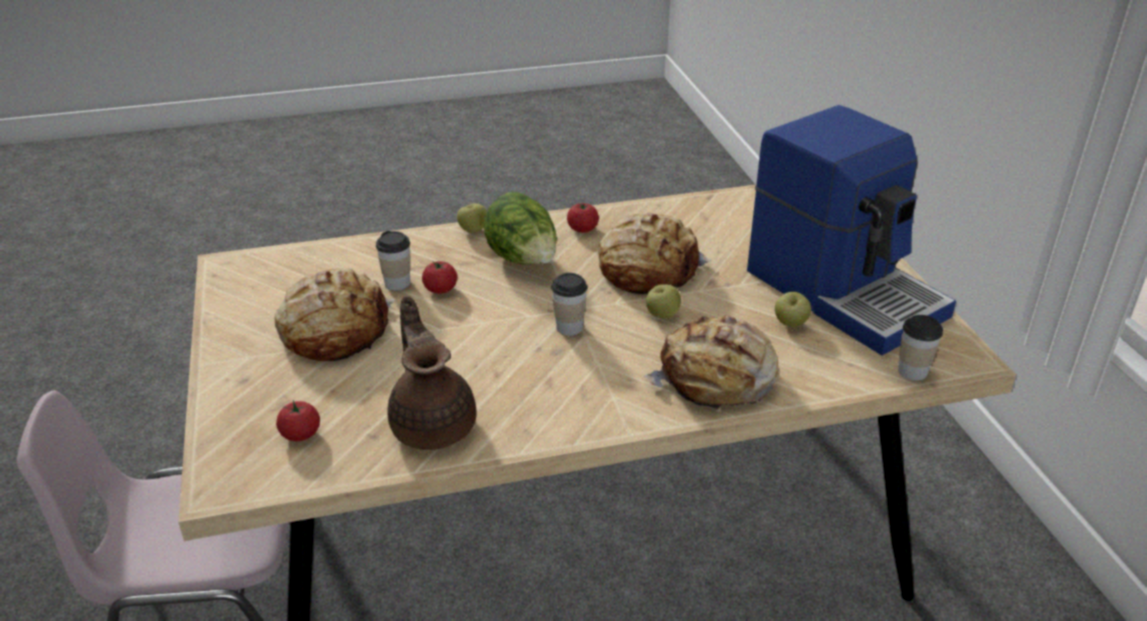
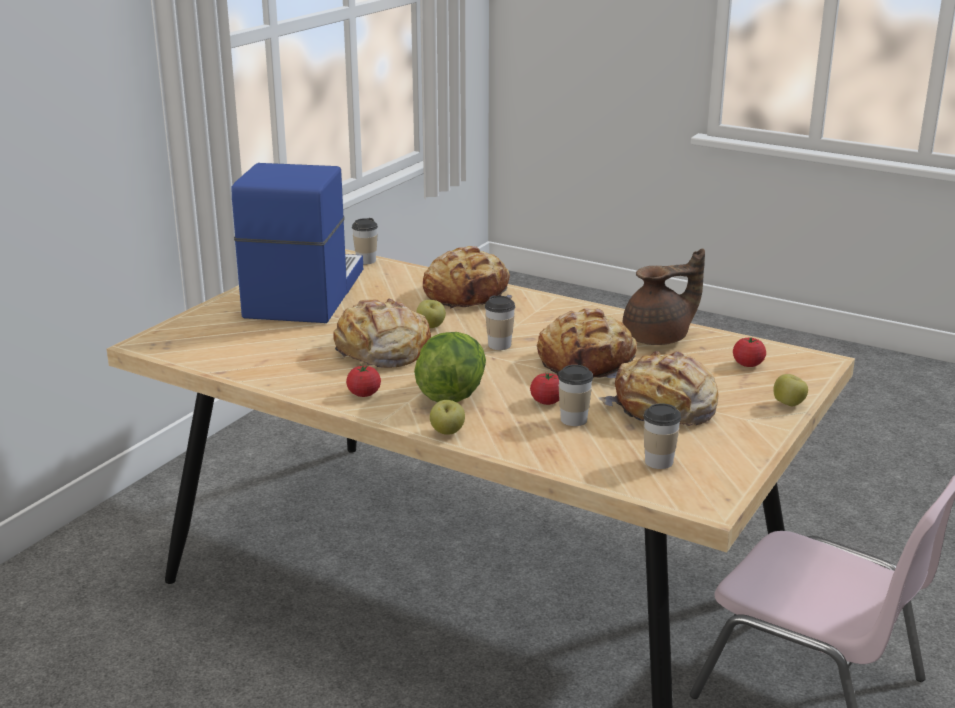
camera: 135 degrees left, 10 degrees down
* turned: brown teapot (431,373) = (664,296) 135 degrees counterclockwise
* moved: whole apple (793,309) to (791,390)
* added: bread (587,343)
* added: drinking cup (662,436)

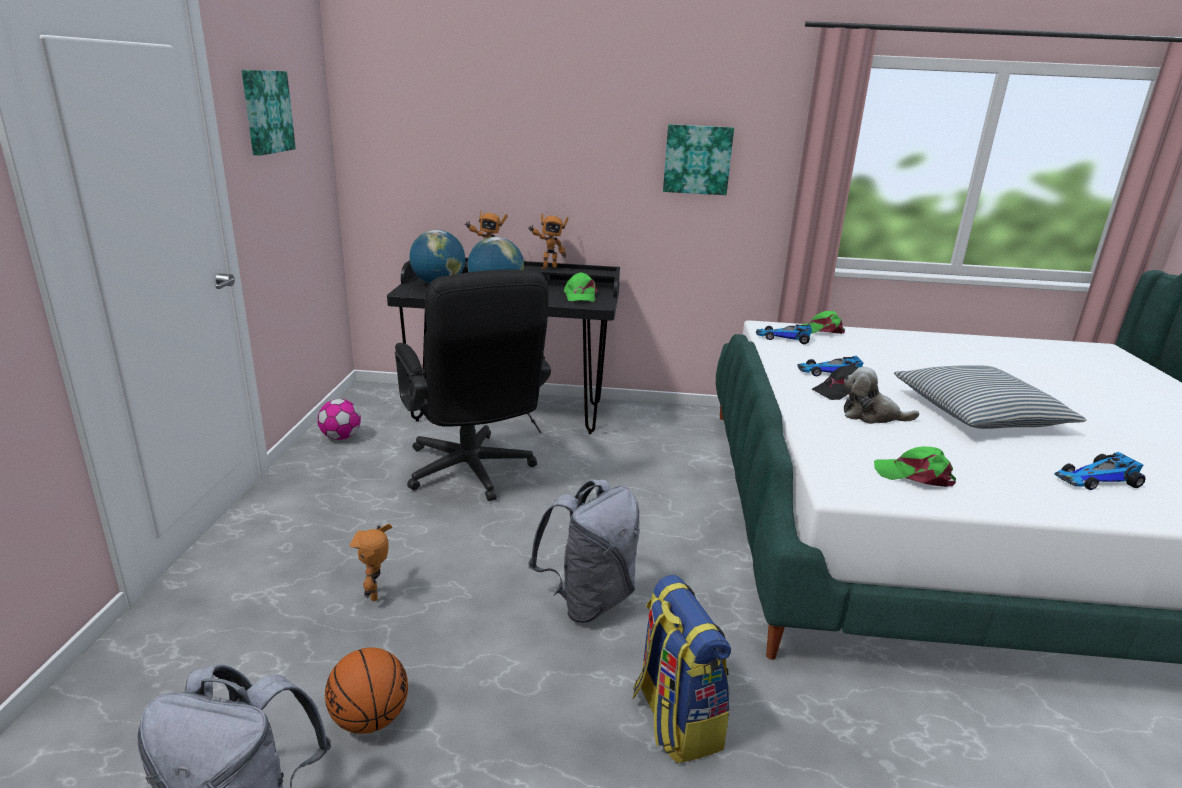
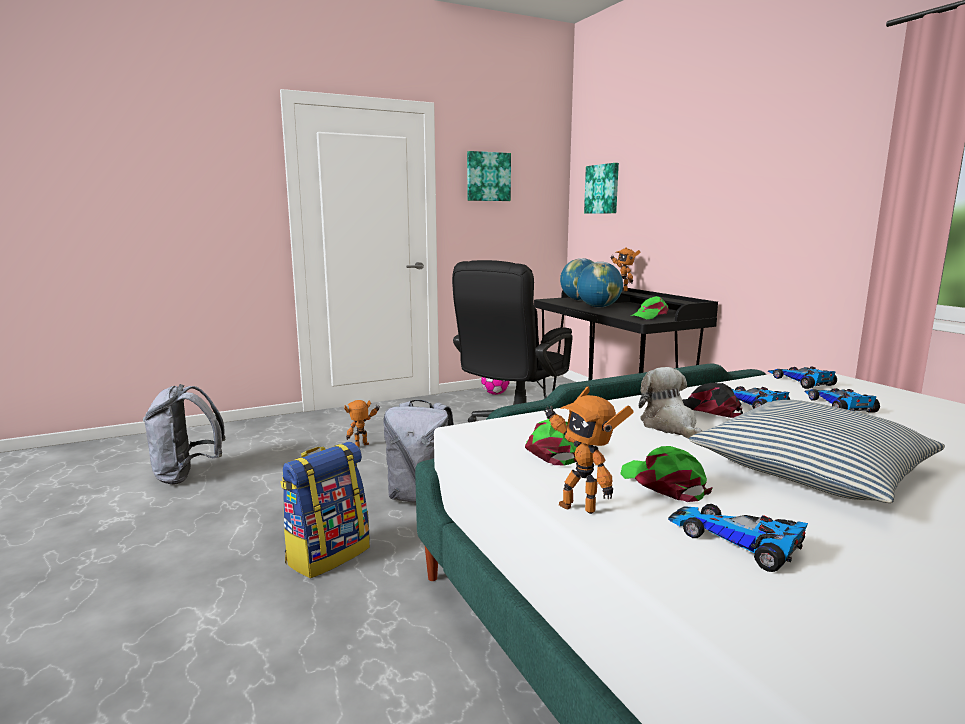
camera: 60 degrees right, 10 degrees down
* removed: ball for basketball (366,691)
* moved: model robot (548,241) to (589,450)
* moved: picture (698,159) to (601,188)
* moved: green-coloured cap (823,322) to (666,474)
* added: toy car (842,400)

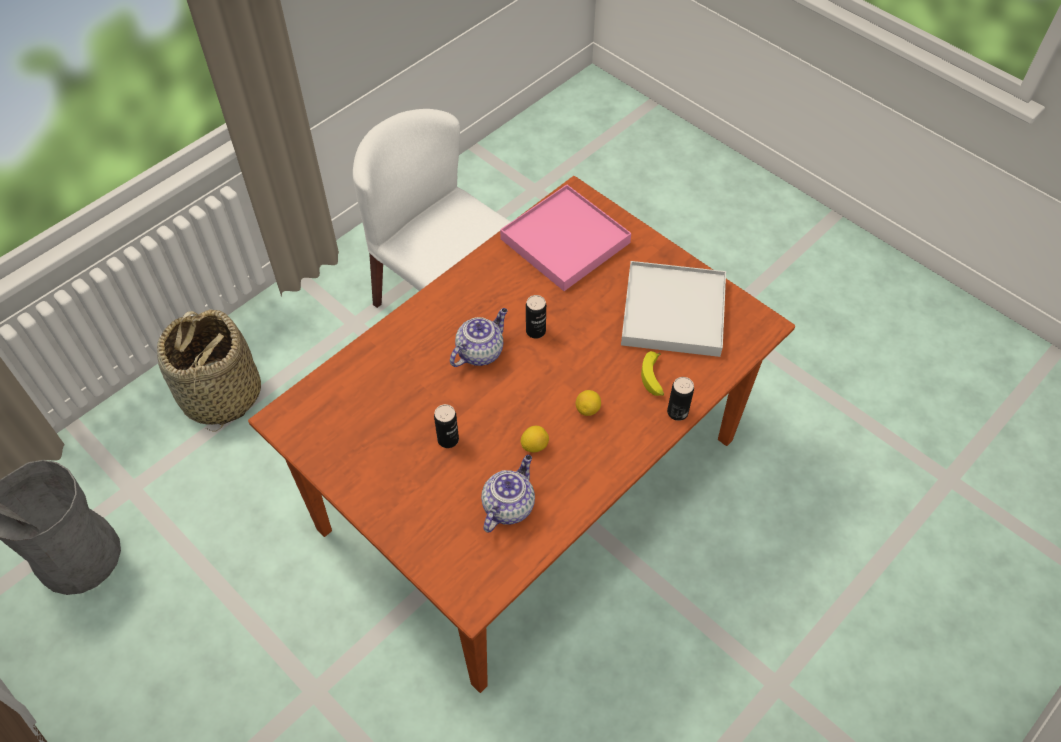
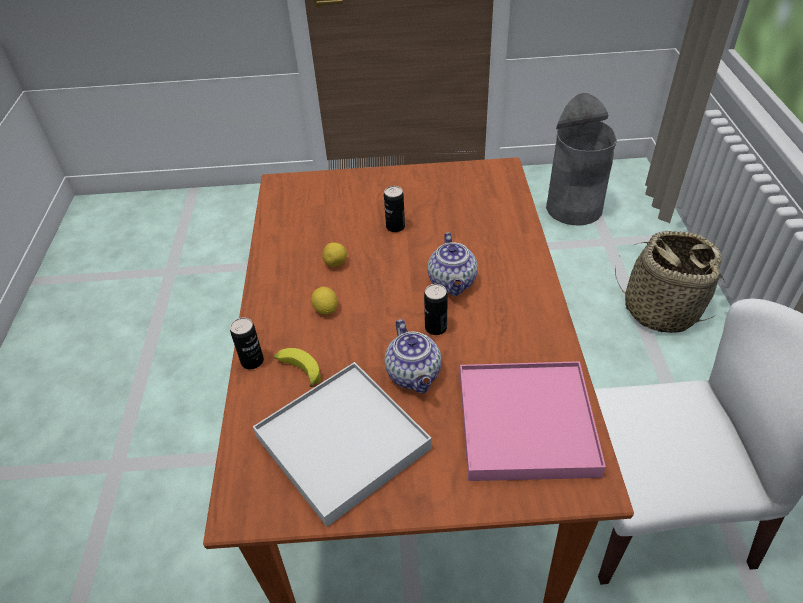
camera: 135 degrees right, 10 degrees down
* moved: teapot (508,494) to (413,356)

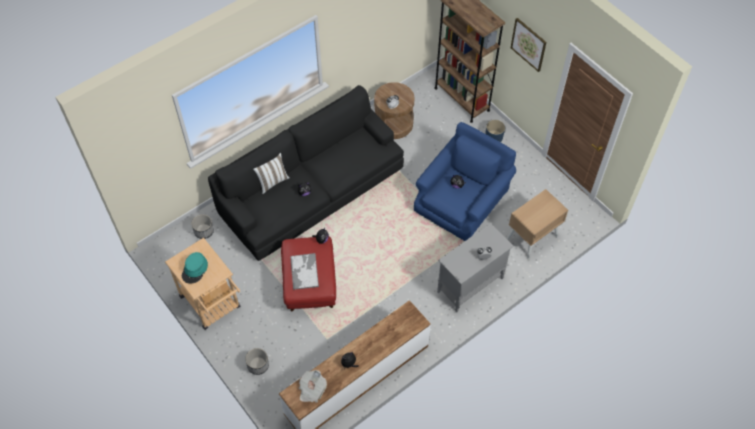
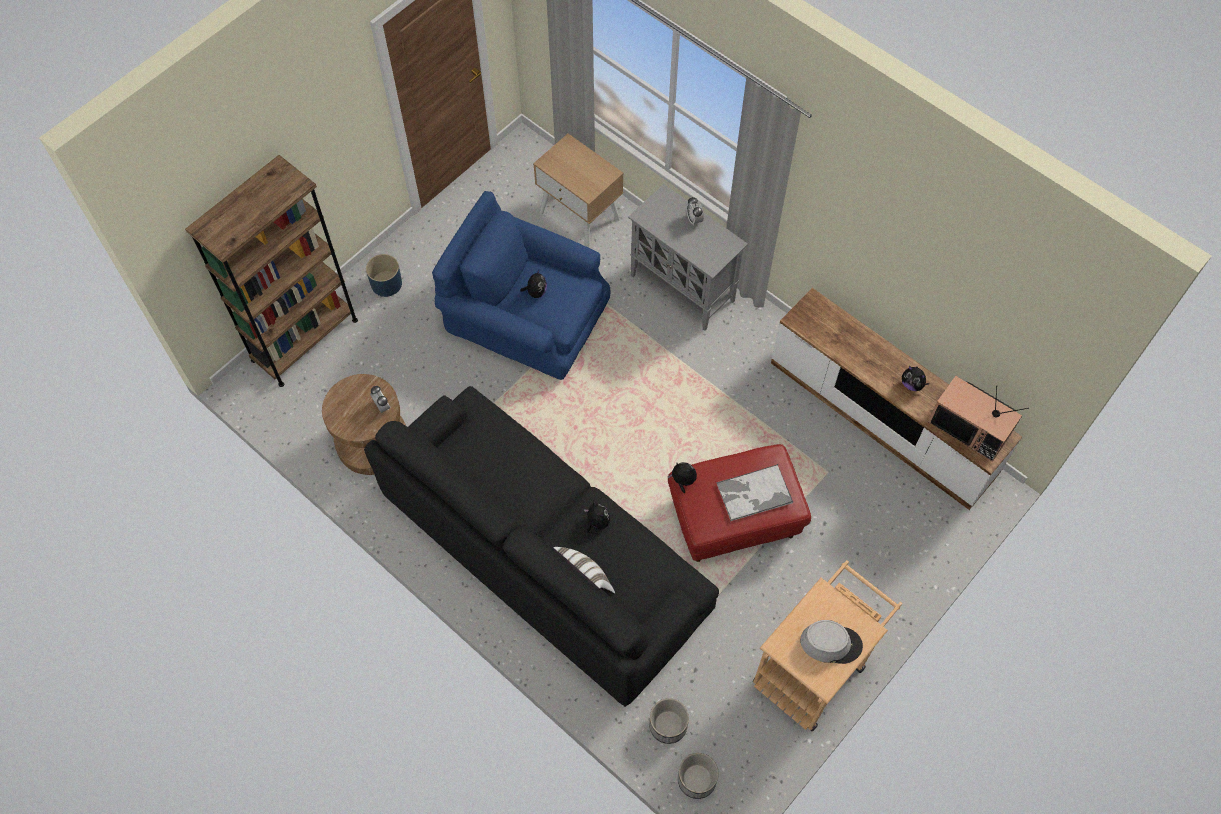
camera: 100 degrees left, 5 degrees up
* recoloured: blue-green hat (195,268) to greyish hat (831,642)
* moved: plant pot (257,361) to (698,776)
* replaced: newspaper (313,386) to TV (978,419)
* removed: picture (529,45)

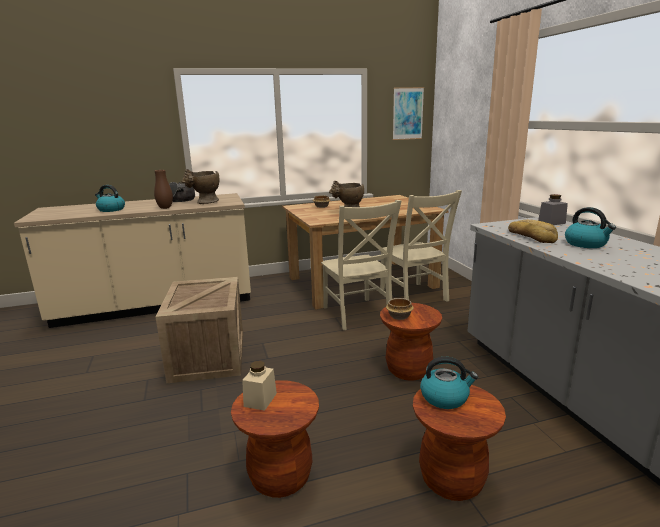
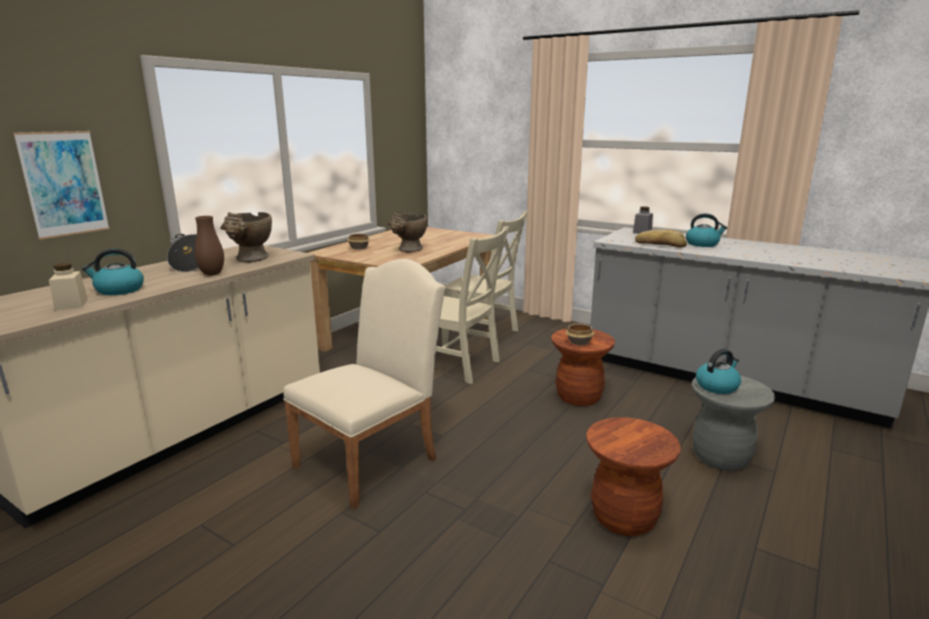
camera: 40 degrees left, 0 degrees up
* replaced: shipping crate (199,330) to sand-coloured upright chair (364,384)
* moved: sand-coloured preserve jar (259,386) to (68,287)
* moved: picture (408,113) to (61,185)
* recoloured: brown stool (459,443) to greyish stool (733,423)

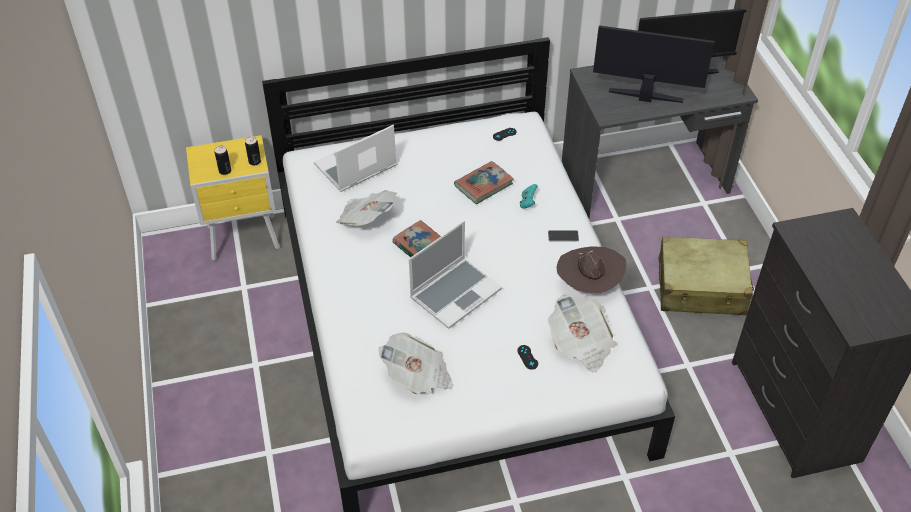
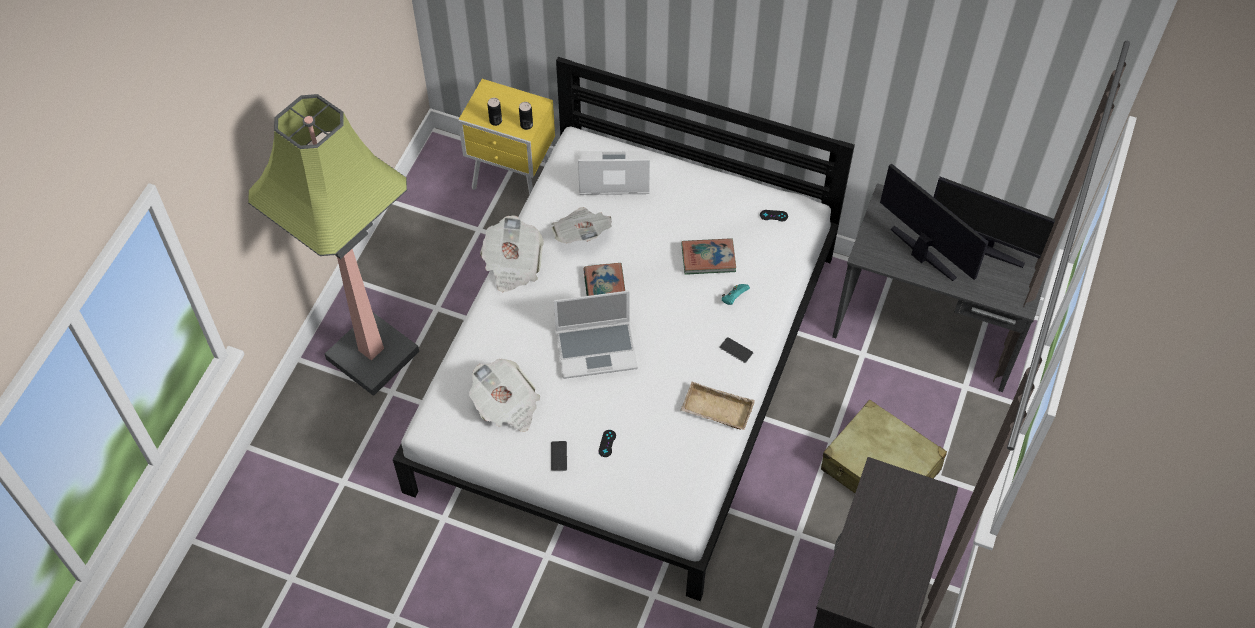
camera: 35 degrees right, 10 degrees up
* moved: newspaper (582,333) to (512,254)
* replaced: brown hat (591,269) to sand-coloured carrying tray (718,406)
* added: standard lamp (333,245)
* added: telephone (559,456)

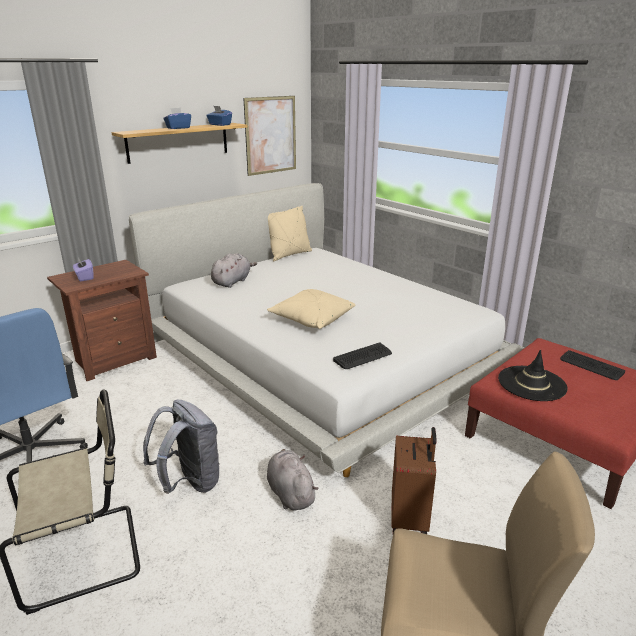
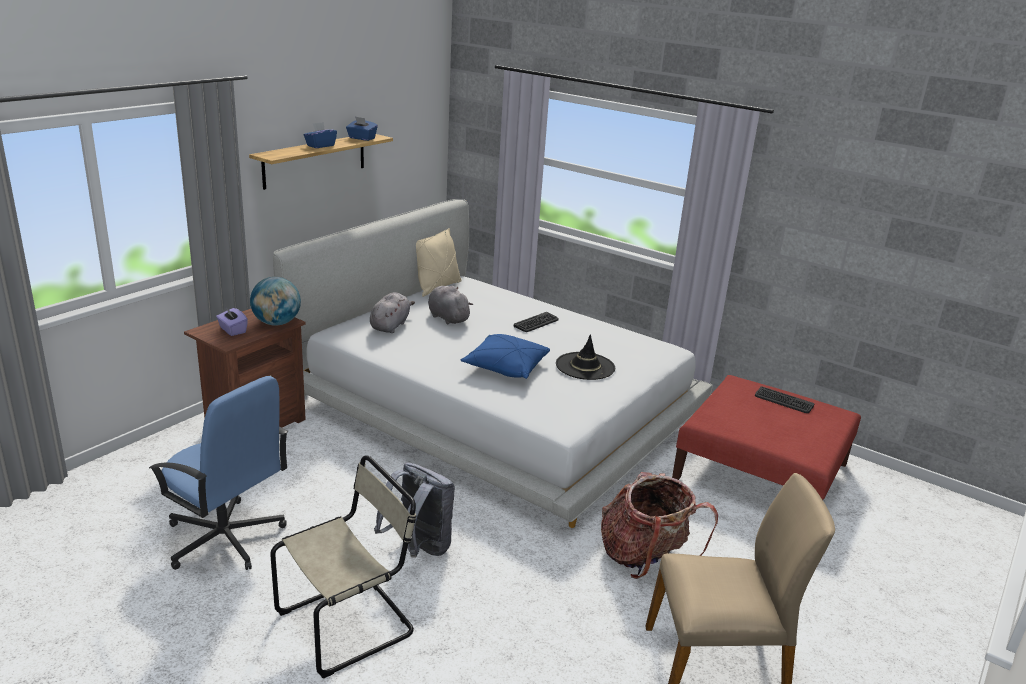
camera: 15 degrees left, 0 degrees up
* removed: picture (269,136)
* recoloured: sand-coloured pillow (311,309) to blue-coloured pillow (505,356)
* moved: greyish soft toy (292,480) to (450,305)
* moved: keyboard (362,356) to (536,322)
* replaced: brown piece of luggage (414,480) to rucksack (659,525)
* moved: blackish hat (533,375) to (585,357)
* added: world globe (275,301)

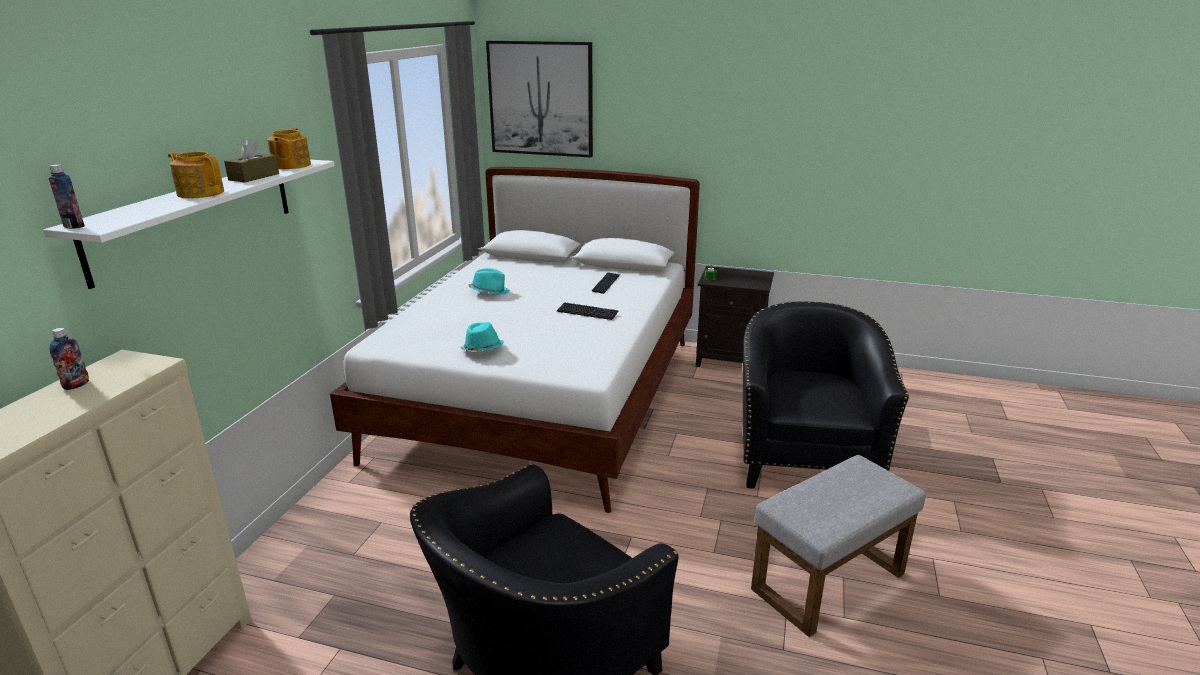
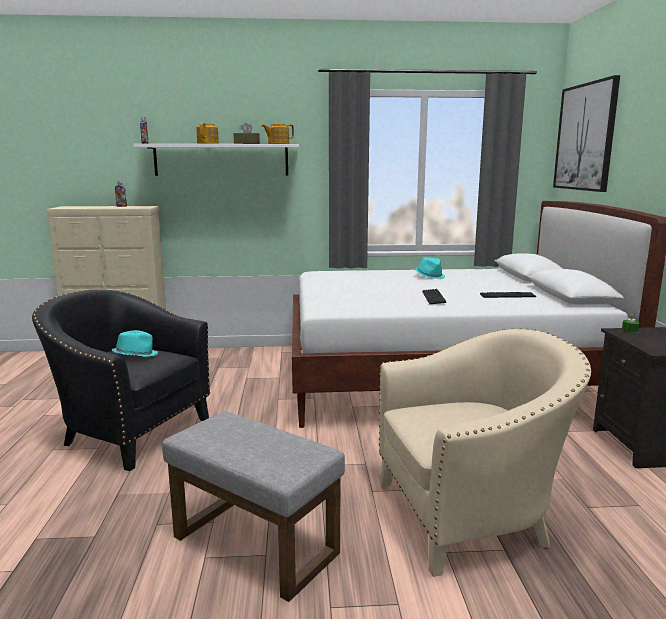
camera: 70 degrees right, 10 degrees down
* moved: blue-green hat (482,337) to (135,343)
* recoloured: blackish armchair (826,395) to sand-coloured armchair (485,452)

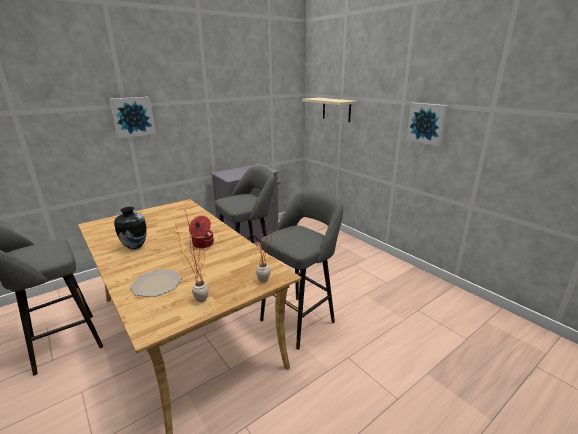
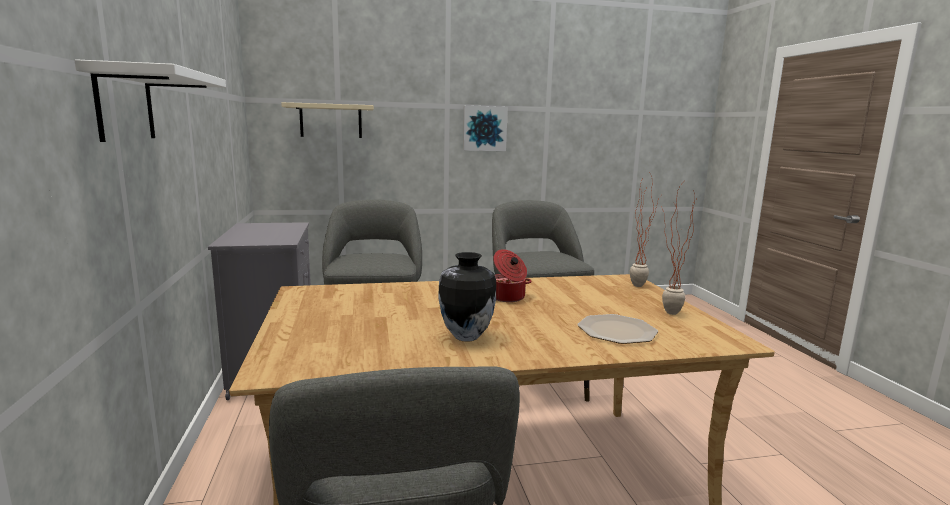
camera: 65 degrees left, 10 degrees down
* replaced: picture (132,117) to white bracket shelf (150,100)

